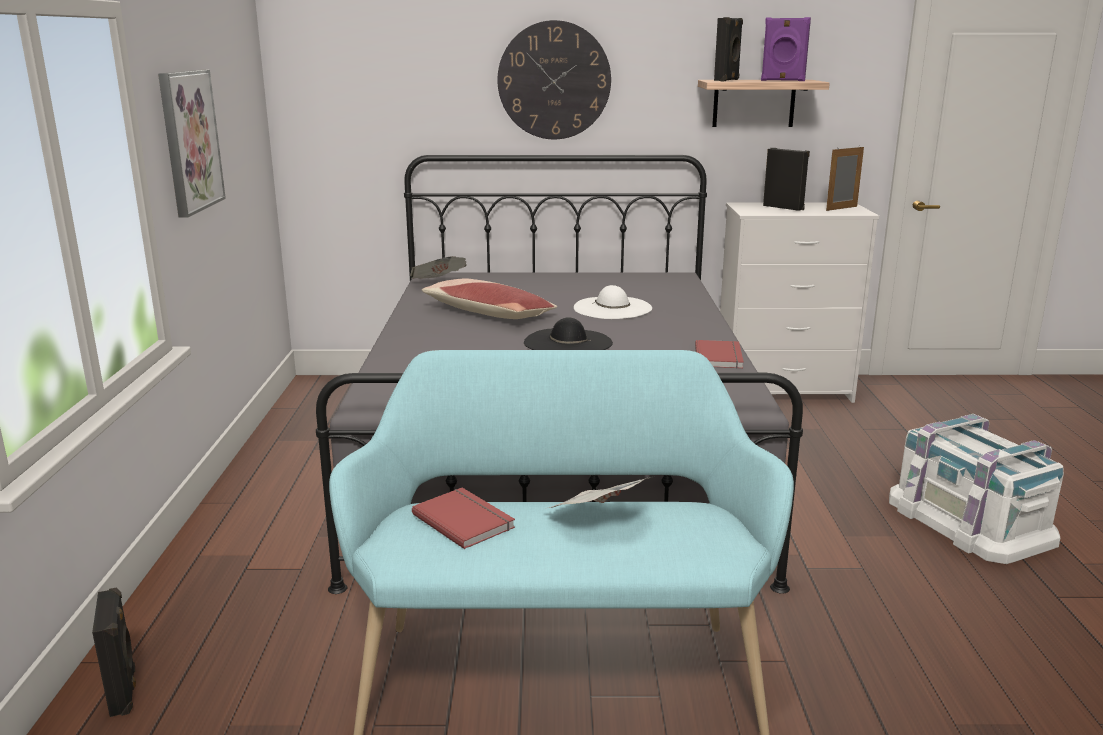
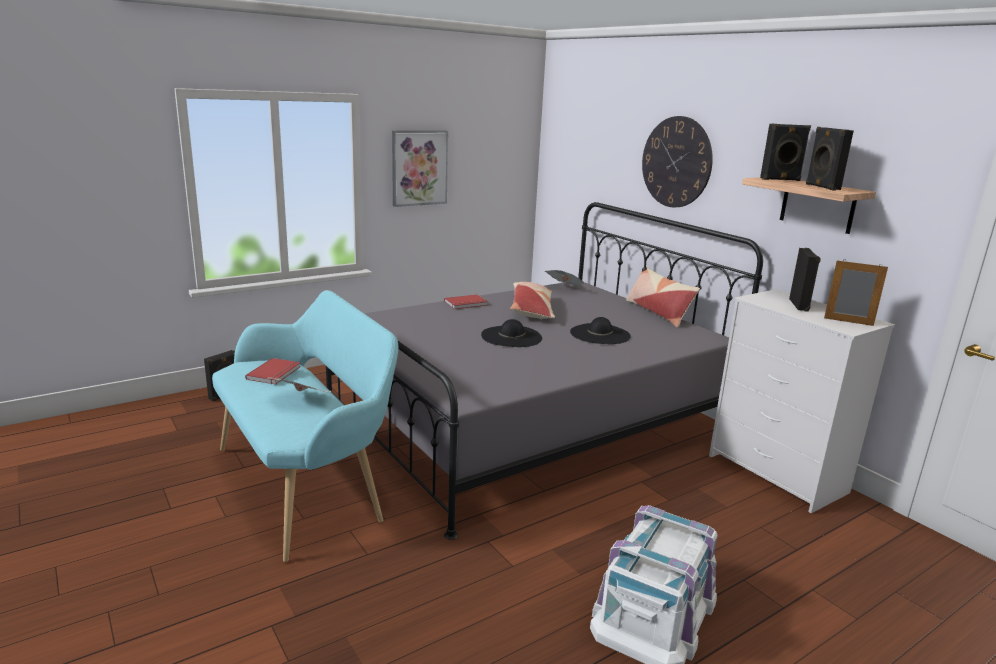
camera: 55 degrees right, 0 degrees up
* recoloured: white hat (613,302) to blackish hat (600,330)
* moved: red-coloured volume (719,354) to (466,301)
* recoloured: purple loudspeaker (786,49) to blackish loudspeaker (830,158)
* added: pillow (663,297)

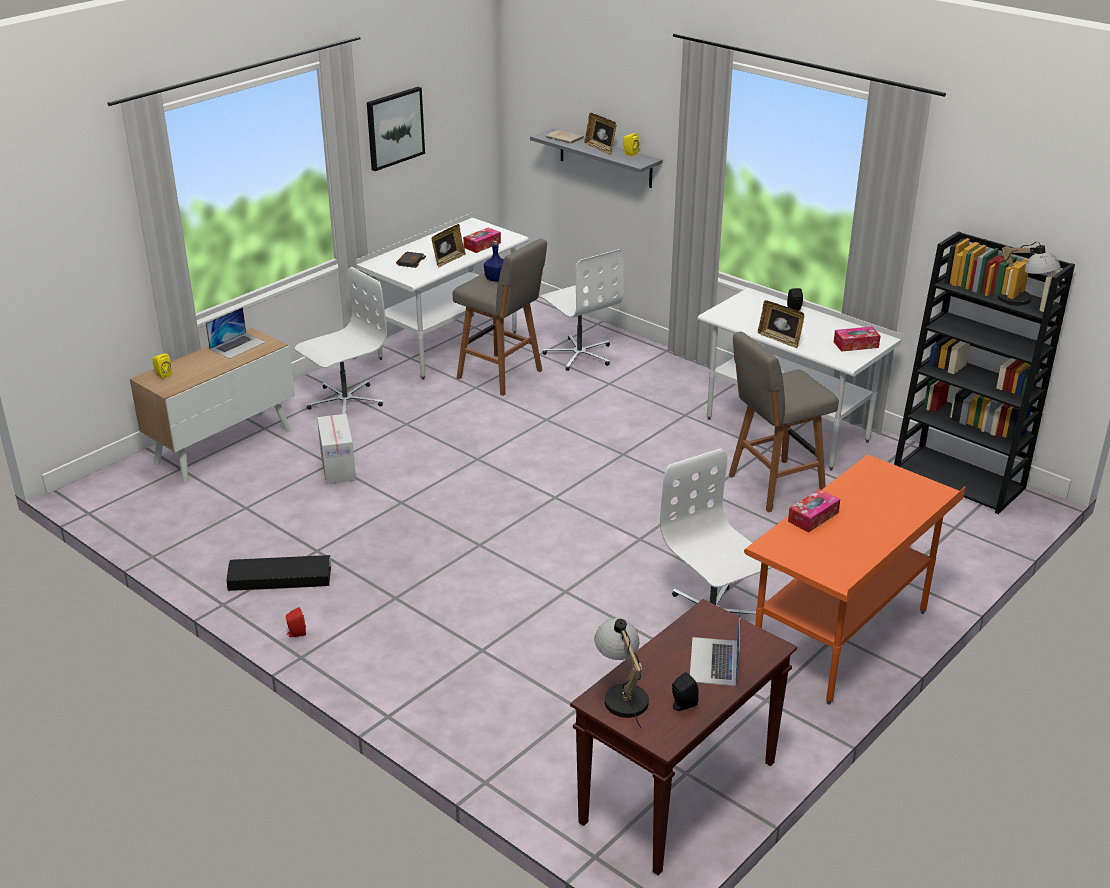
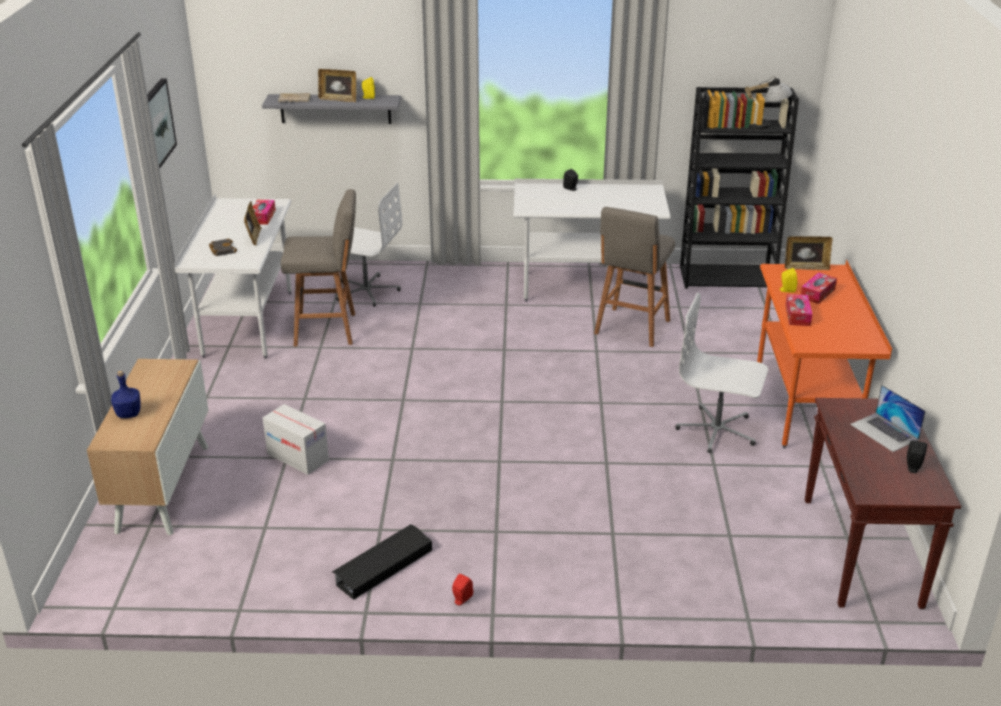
camera: 40 degrees left, 0 degrees up
* moved: yellowish loudspeaker (162,366) to (788,280)
* removed: portable computer (236,333)
* removed: white desk chair (341,340)
* moved: blue-coloured drink bottle (494,261) to (126,394)
* removed: lamp for a table (621,673)
* moved: photo frame (781,324) to (809,253)
* moved: tissue holder (857,339) to (818,288)

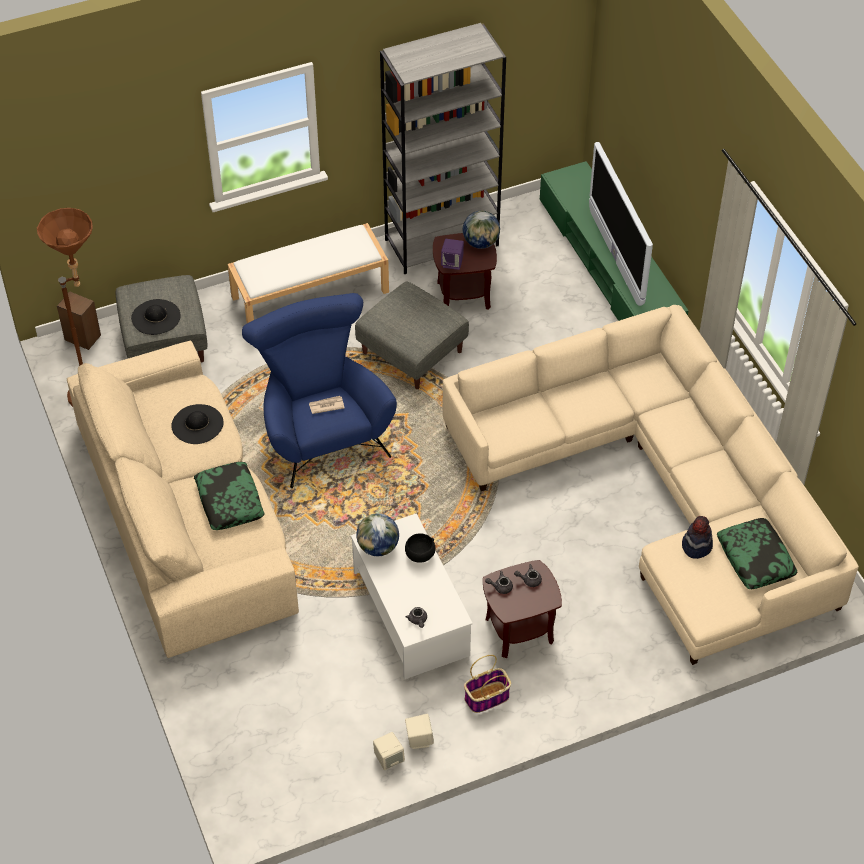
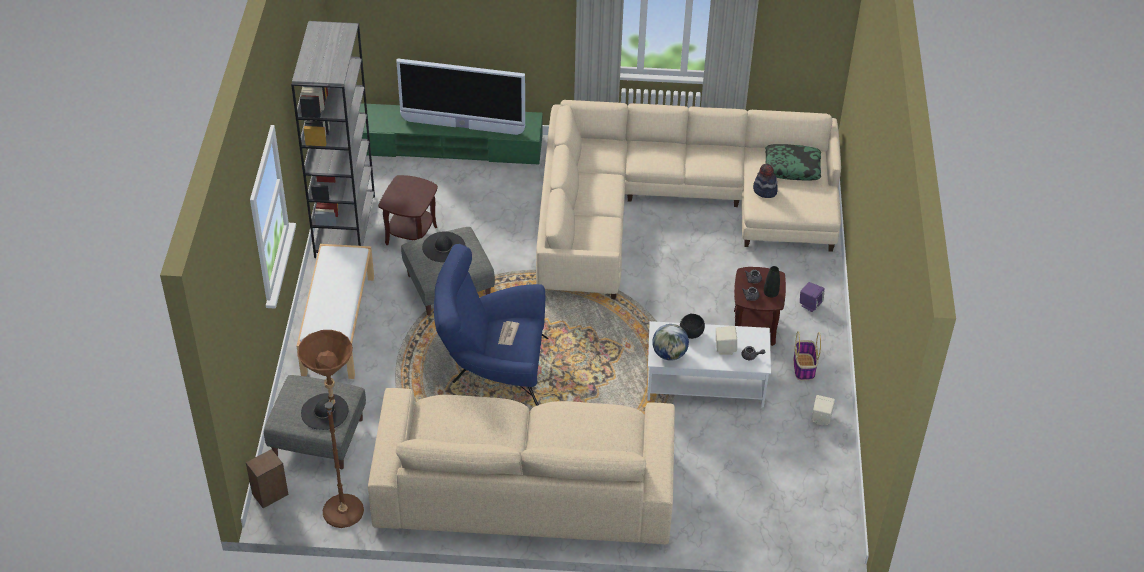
camera: 65 degrees left, 5 degrees down
* moved: blackish hat (197,424) to (444,246)
* removed: pillow (229,496)
* moved: sand-coloured loudspeaker (389,751) to (726,340)
* moved: purple loudspeaker (452,254) to (812,297)
* removed: world globe (481,230)
* added: blackish decorative vase (772,282)

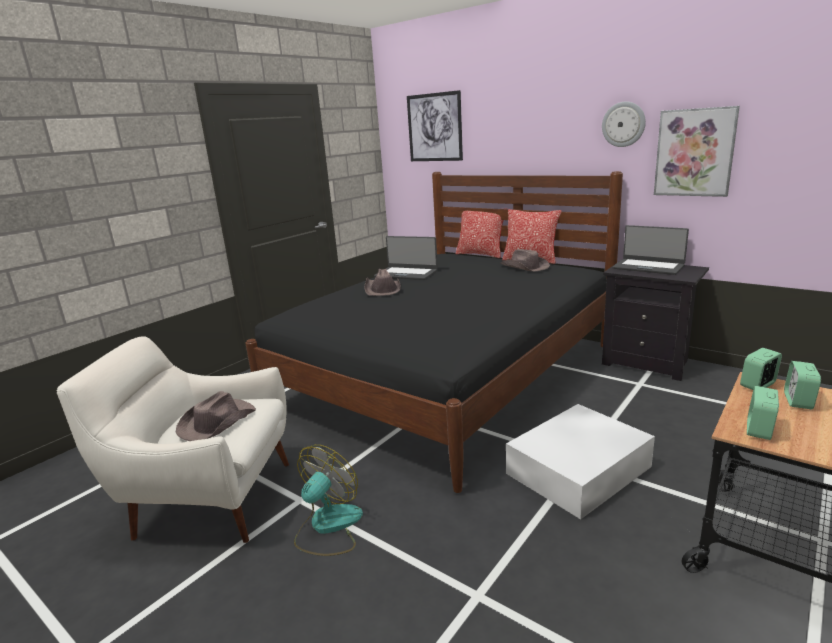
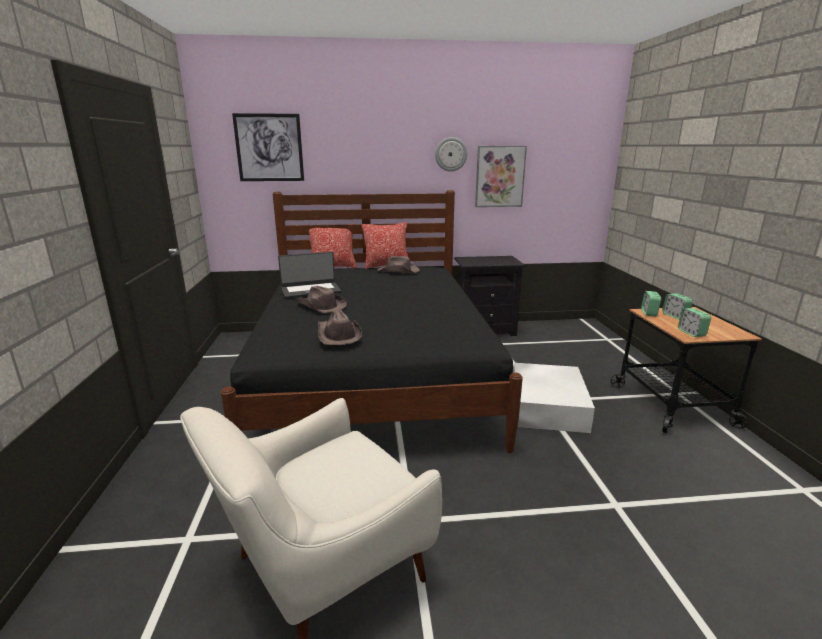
camera: 45 degrees left, 0 degrees up
* moved: brown hat (216,416) to (340,327)
* removed: cooling fan (328,500)
* removed: portable computer (651,250)

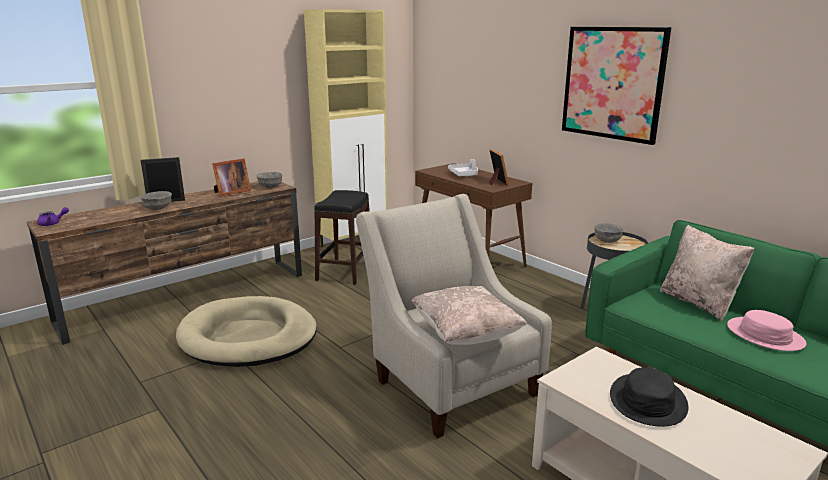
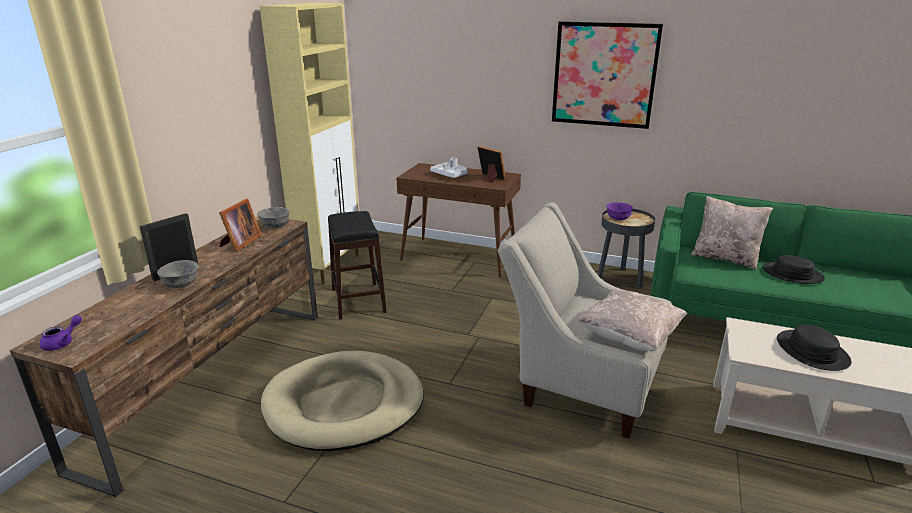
camera: 30 degrees left, 5 degrees up
* recoloured: greyish bowl (609,233) to purple bowl (620,211)
* recoloured: pink hat (766,330) to blackish hat (794,269)

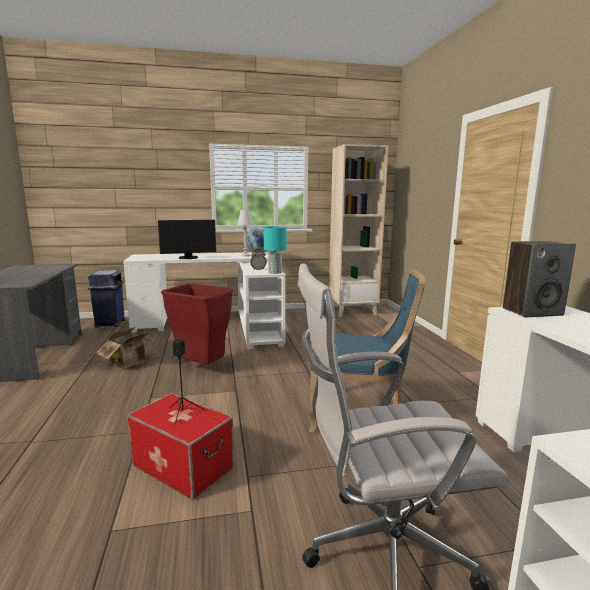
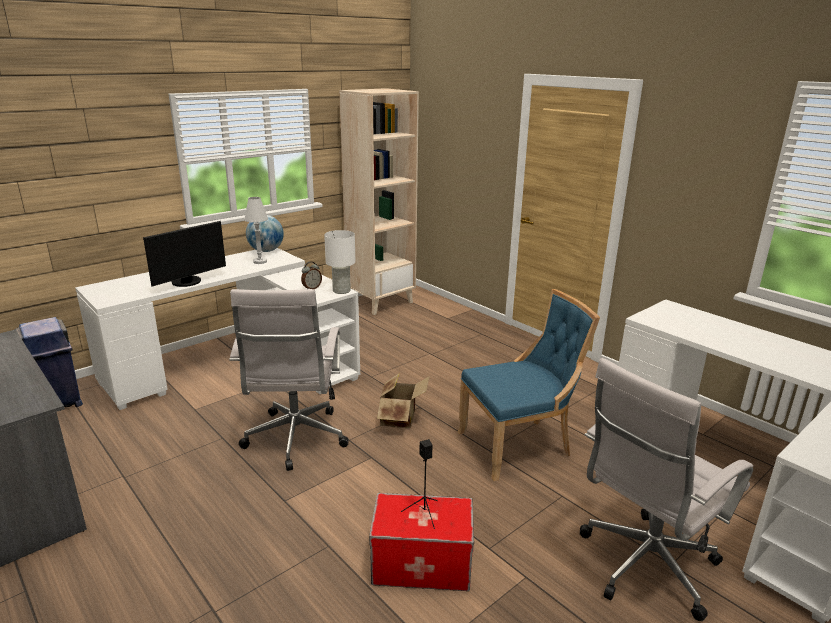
camera: 30 degrees left, 10 degrees up
* moved: carton (125,348) to (403,401)
* replaced: red-coloured rubbish bin (197,323) to white desk chair (289,380)
* recoloured: blue-green lamp for a table (275,250) to white lamp for a table (340,262)
* removed: loudspeaker (539,279)

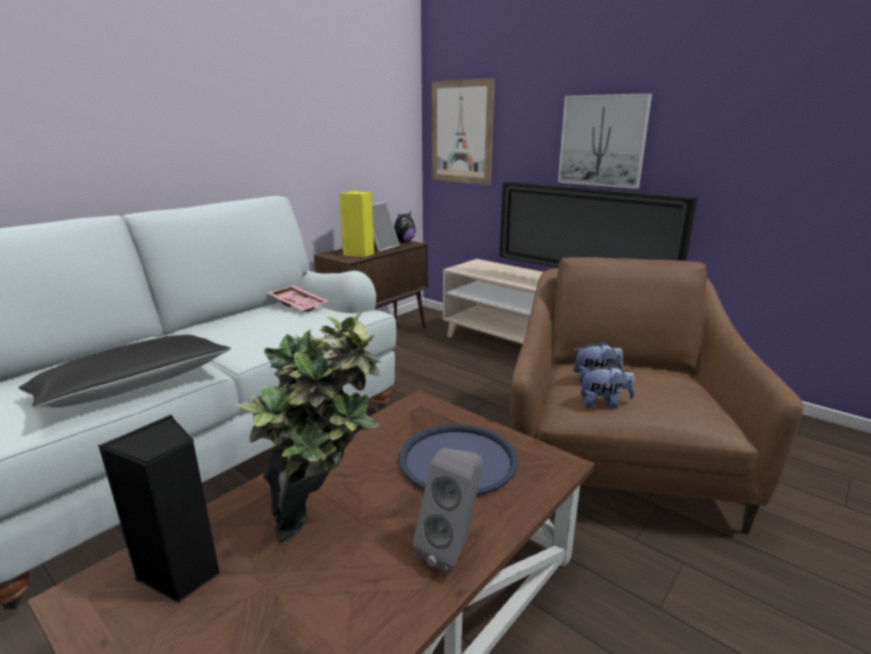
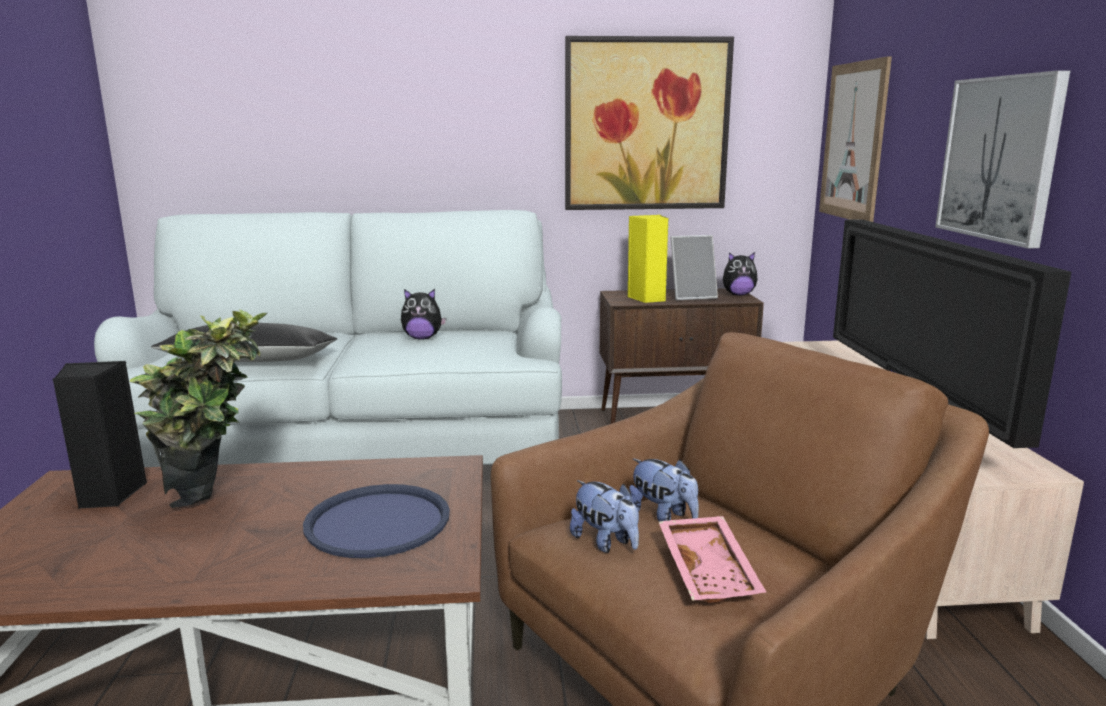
camera: 45 degrees right, 5 degrees down
* moved: pink carrying tray (297,298) to (712,559)
* removed: greyish loudspeaker (448,510)
* added: soft toy (423,314)
* added: picture (649,123)

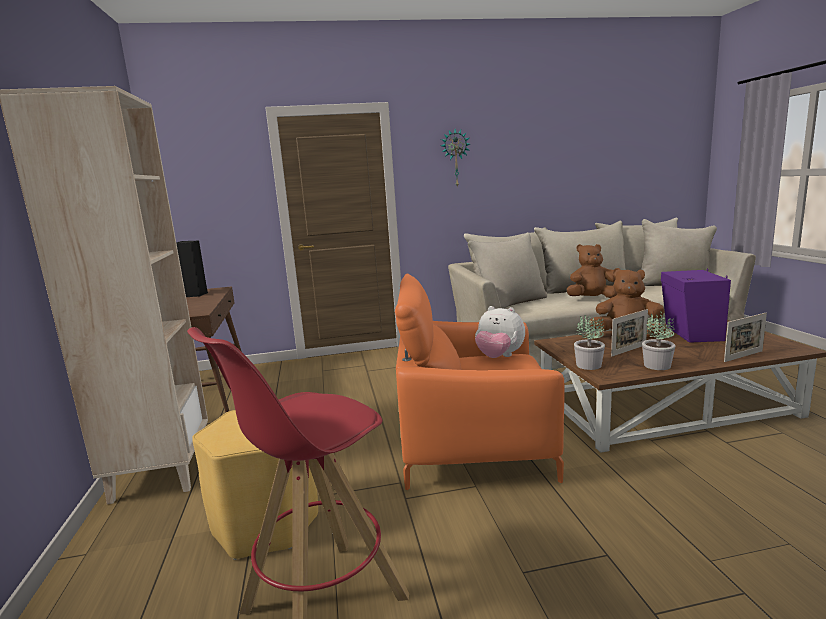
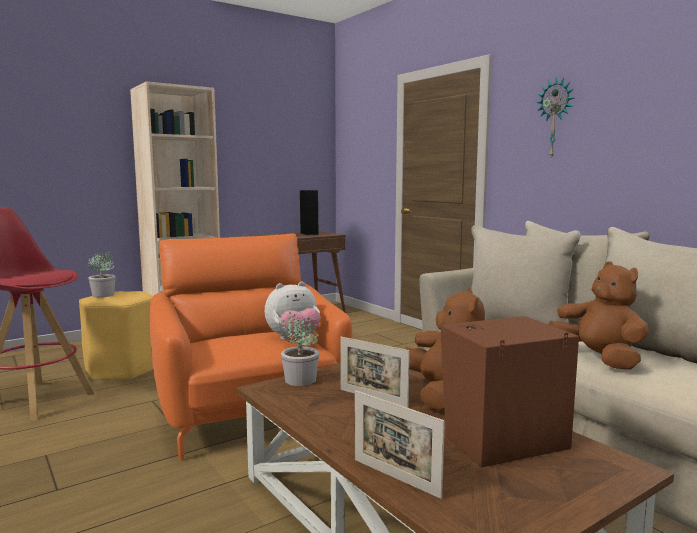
camera: 65 degrees right, 5 degrees down
* turned: soft toy (500,332) = (293,311) 120 degrees counterclockwise
* moved: potted plant (658,340) to (102,275)
* recoloured: purple loudspeaker (696,306) to brown loudspeaker (510,391)

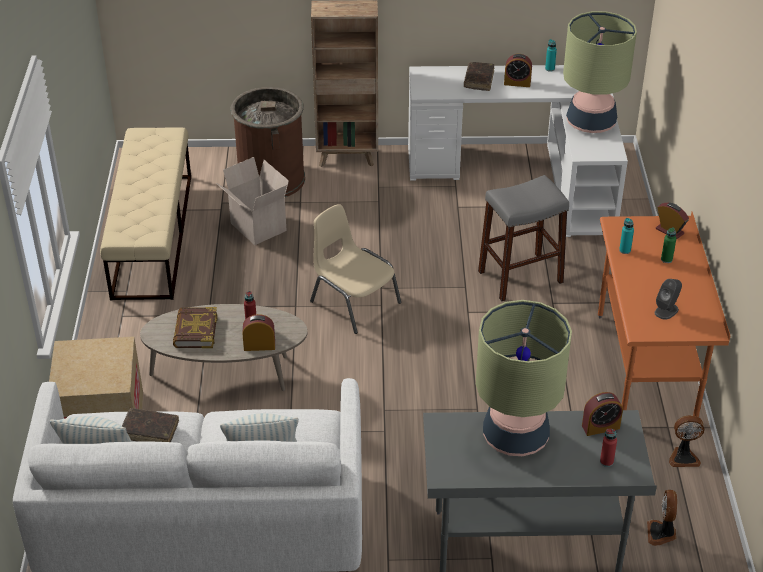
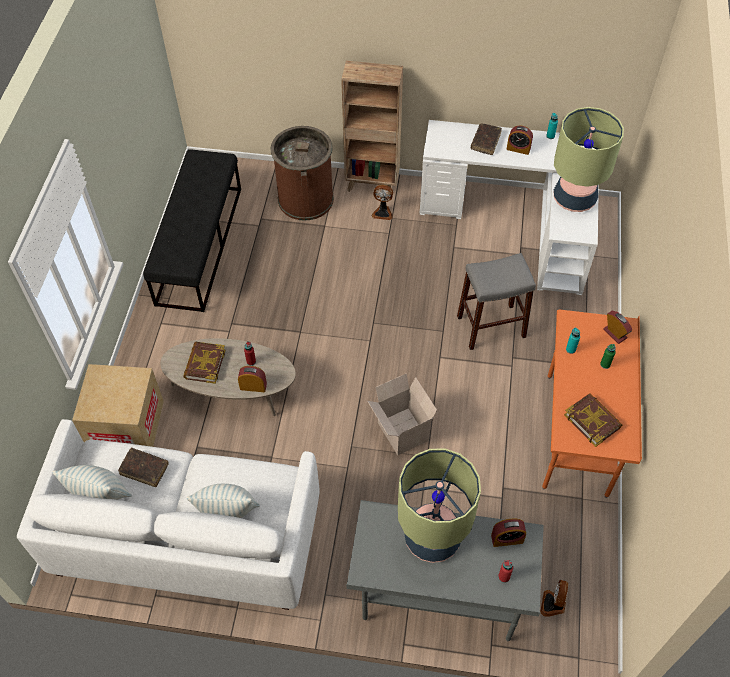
camera: 10 degrees right, 15 degrees up
* recoloured: sand-coloured indoor bench (145,213) to blackish indoor bench (192,230)
* moved: carton (252,201) to (402,414)
* removed: sand-coloured upright chair (355,269)
* replaced: greyish loudspeaker (668,299) to volume (593,420)
* moved: cooling fan (686,441) to (382,202)

